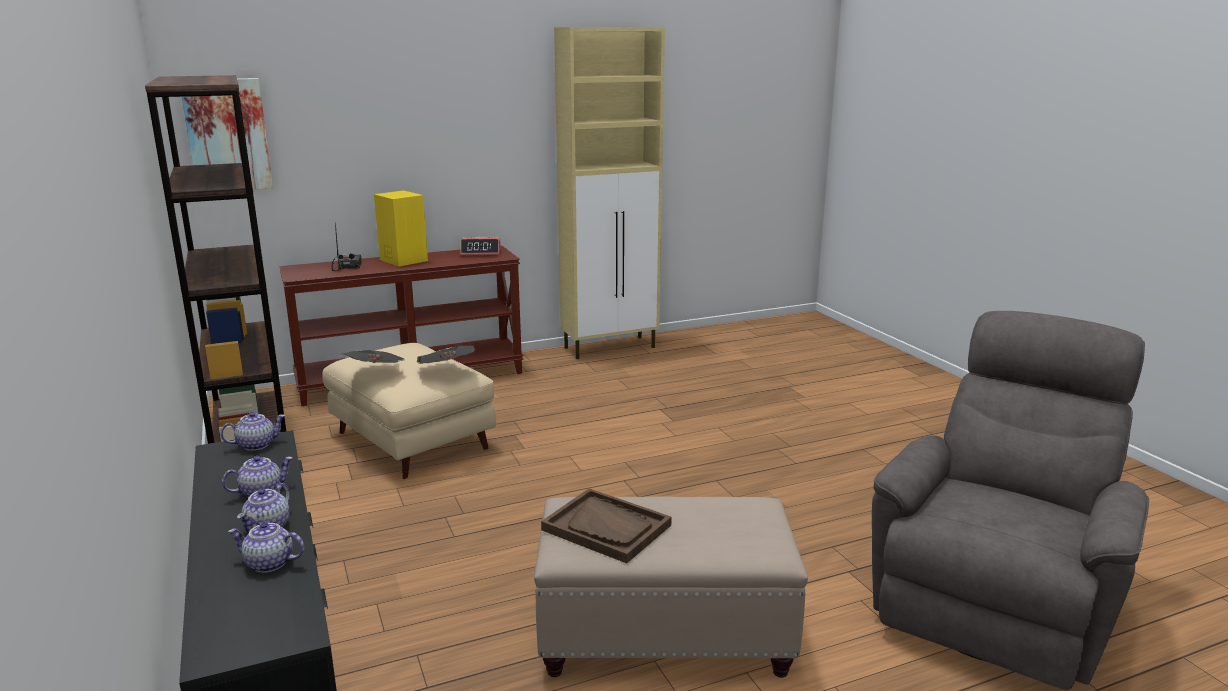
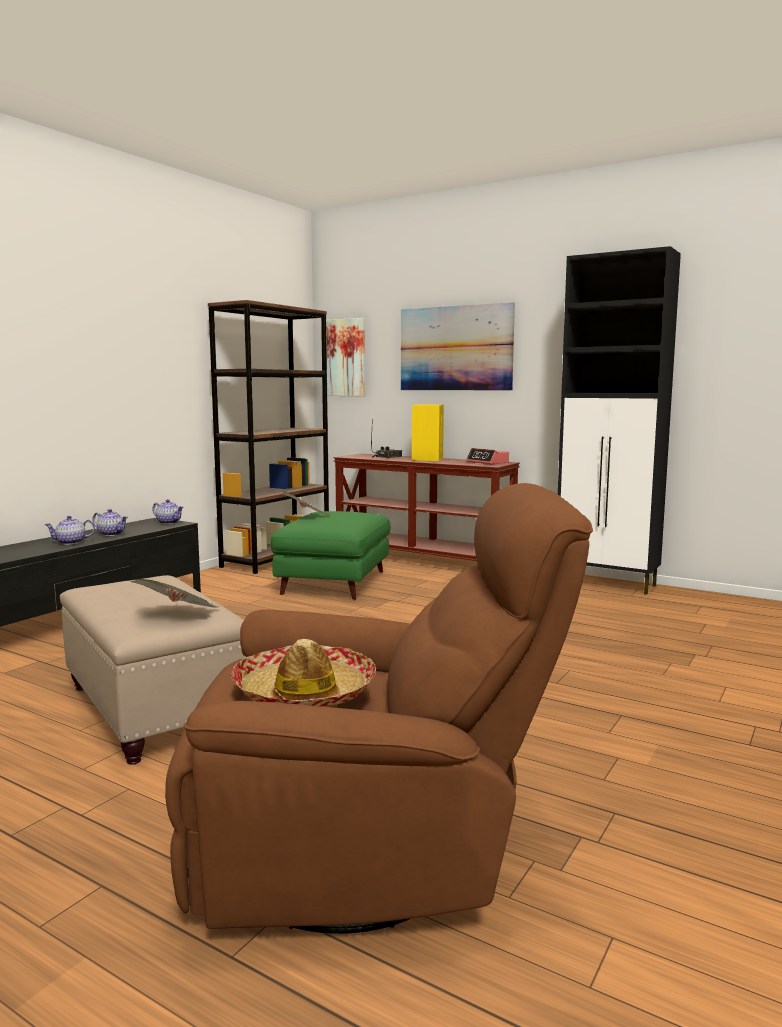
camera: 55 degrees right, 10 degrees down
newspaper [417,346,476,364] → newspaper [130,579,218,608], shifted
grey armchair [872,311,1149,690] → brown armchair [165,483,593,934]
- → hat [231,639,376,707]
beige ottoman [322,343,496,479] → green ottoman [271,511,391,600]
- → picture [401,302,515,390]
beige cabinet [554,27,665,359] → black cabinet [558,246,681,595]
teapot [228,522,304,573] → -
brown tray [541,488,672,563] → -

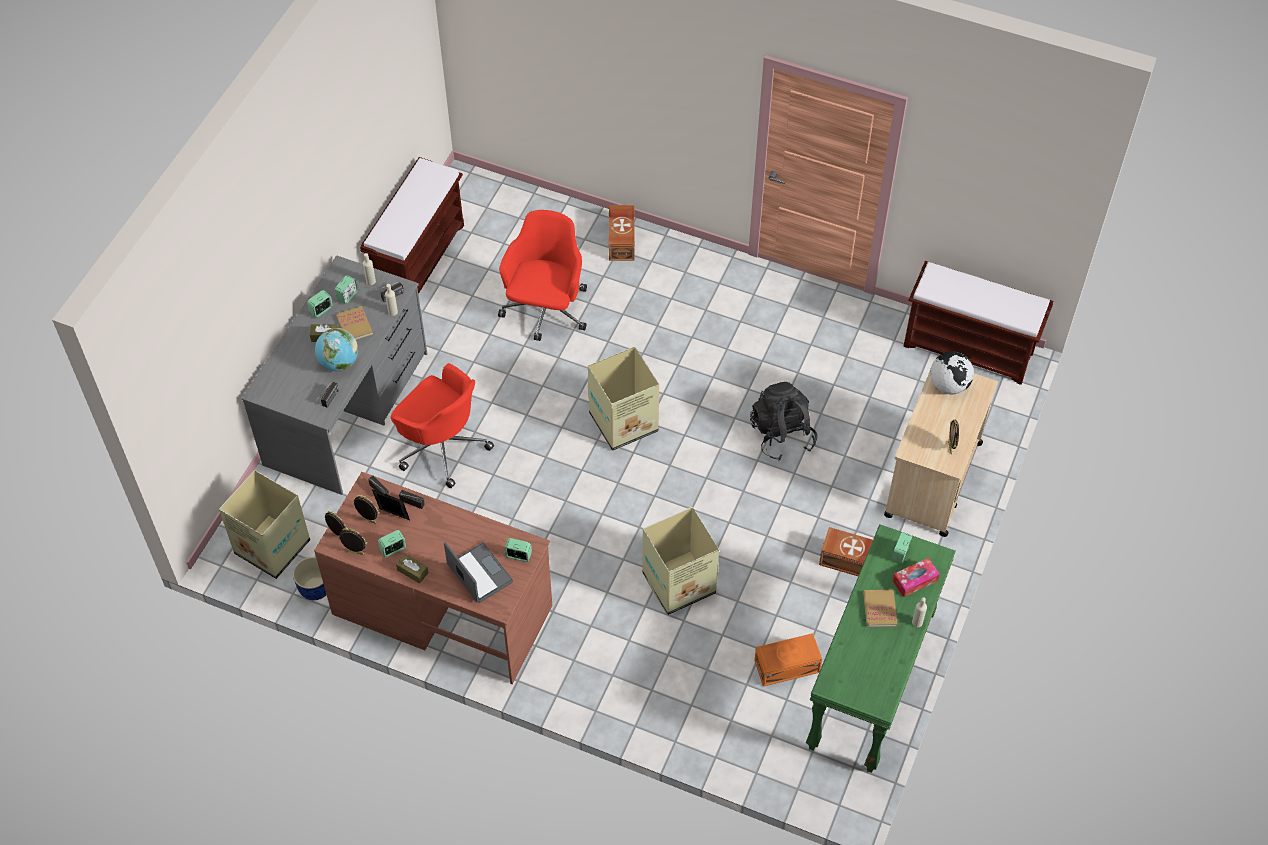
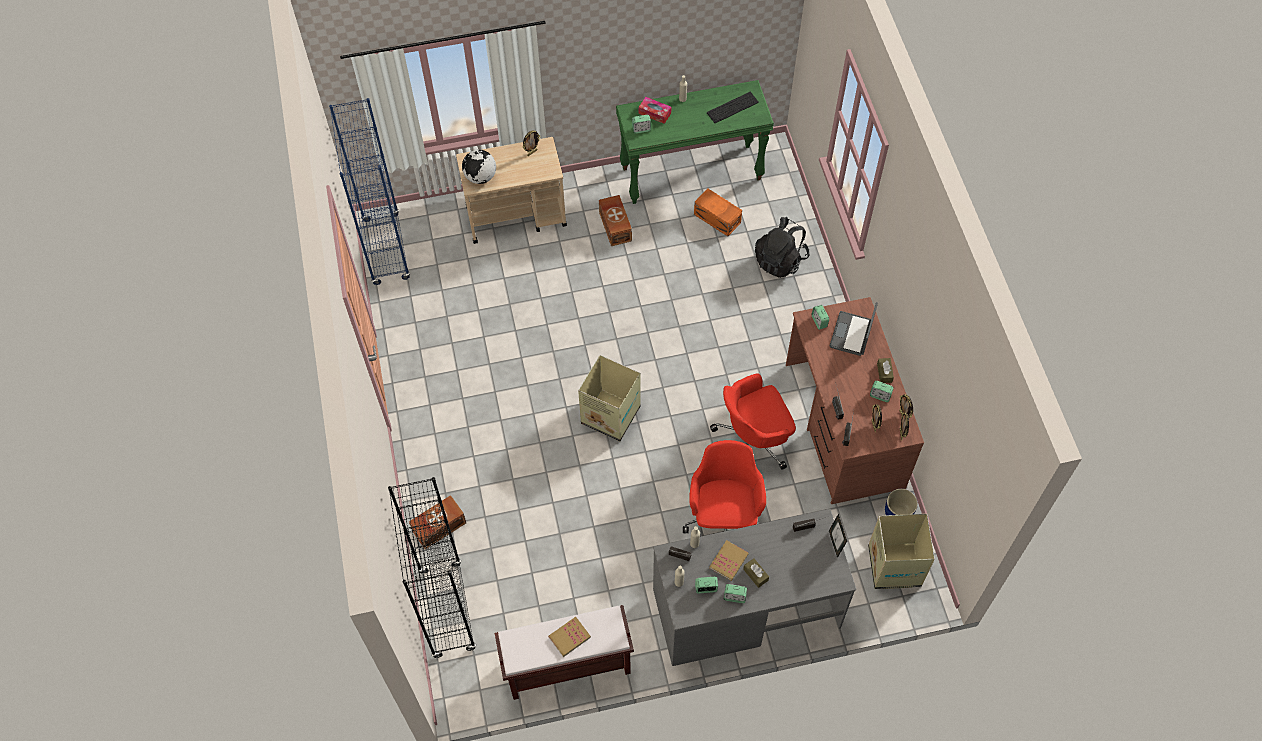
camera: 125 degrees left, 5 degrees up
brown bench [903,261,1053,385] → blue bookcase [329,98,410,285]
- → black bookcase [388,477,476,659]
book [863,590,898,627] → book [548,617,591,657], shifted
- → keyboard [707,92,759,123]
red office chair [498,210,587,341] → red office chair [710,373,796,470], shifted
black backpack [750,382,817,460] → black backpack [755,217,810,278], shifted
picture frame [372,489,410,520] → picture frame [829,514,847,558], shifted
globe [315,328,358,371] → -
cardboard box [642,507,719,615] → -

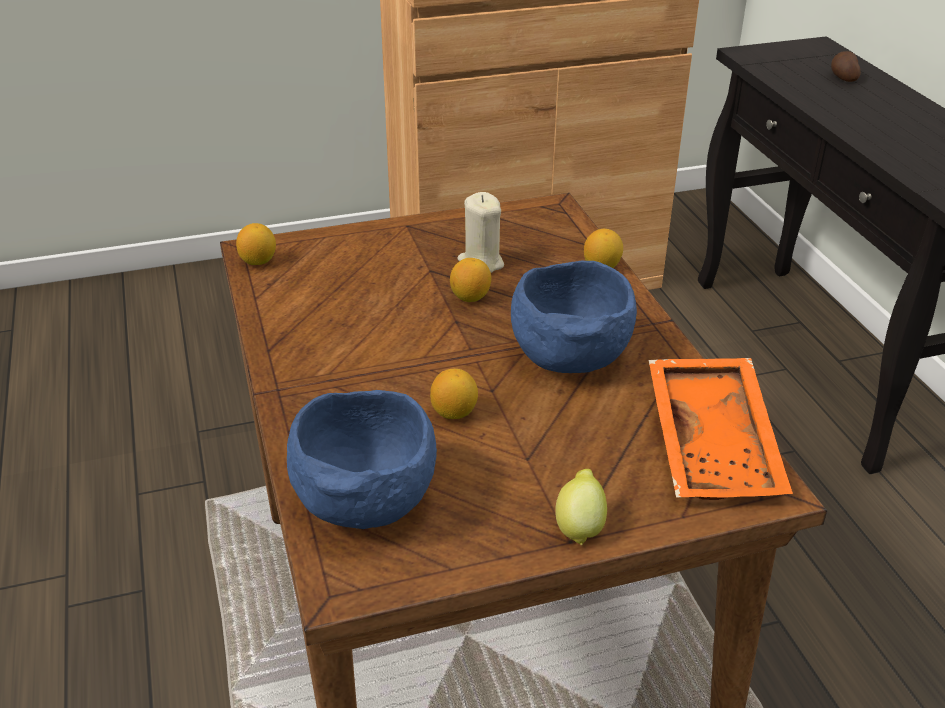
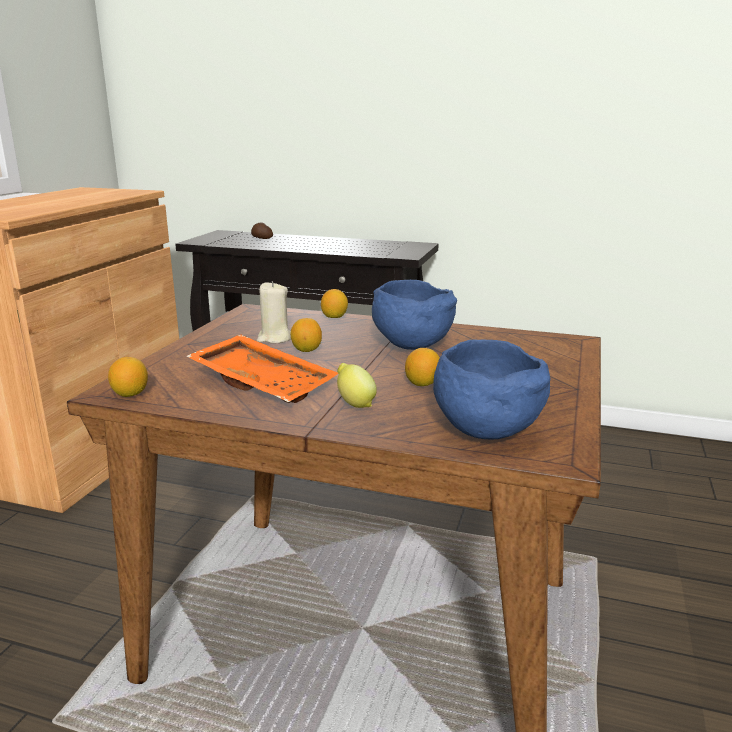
camera: 55 degrees left, 15 degrees down
orange tray [649,358,793,500] → orange tray [186,334,338,403], shifted
lemon [555,469,607,545] → lemon [337,363,377,408], shifted

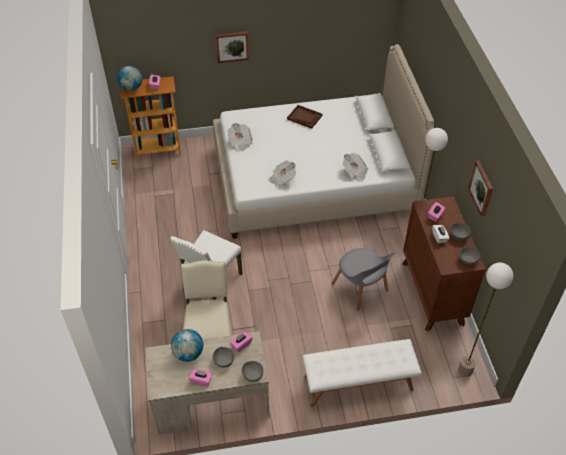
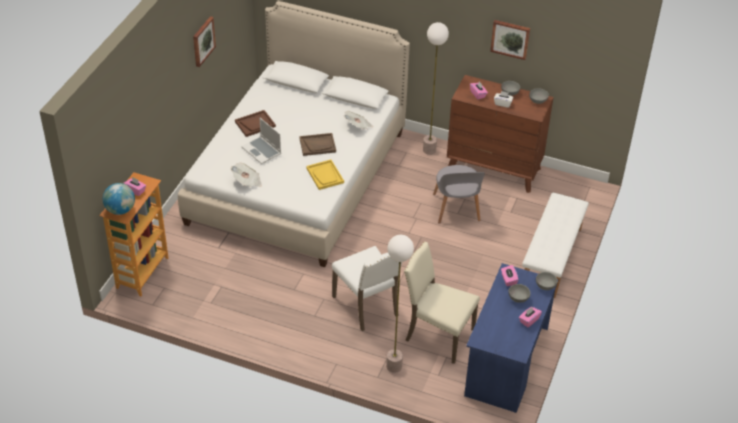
camera: 60 degrees left, 5 degrees down
picture [216,32,249,63] → picture [193,16,216,67], shifted
- → laptop [241,118,281,164]
- → brown tray [299,133,336,156]
newspaper [268,161,296,187] → yellow tray [306,160,344,190]
floor lamp [458,263,513,377] → floor lamp [386,235,414,373], shifted
grey chair [332,248,395,311] → grey chair [433,165,485,224], 90 degrees clockwise
beige desk [145,331,269,435] → blue desk [464,263,559,413]
globe [171,329,203,362] → -

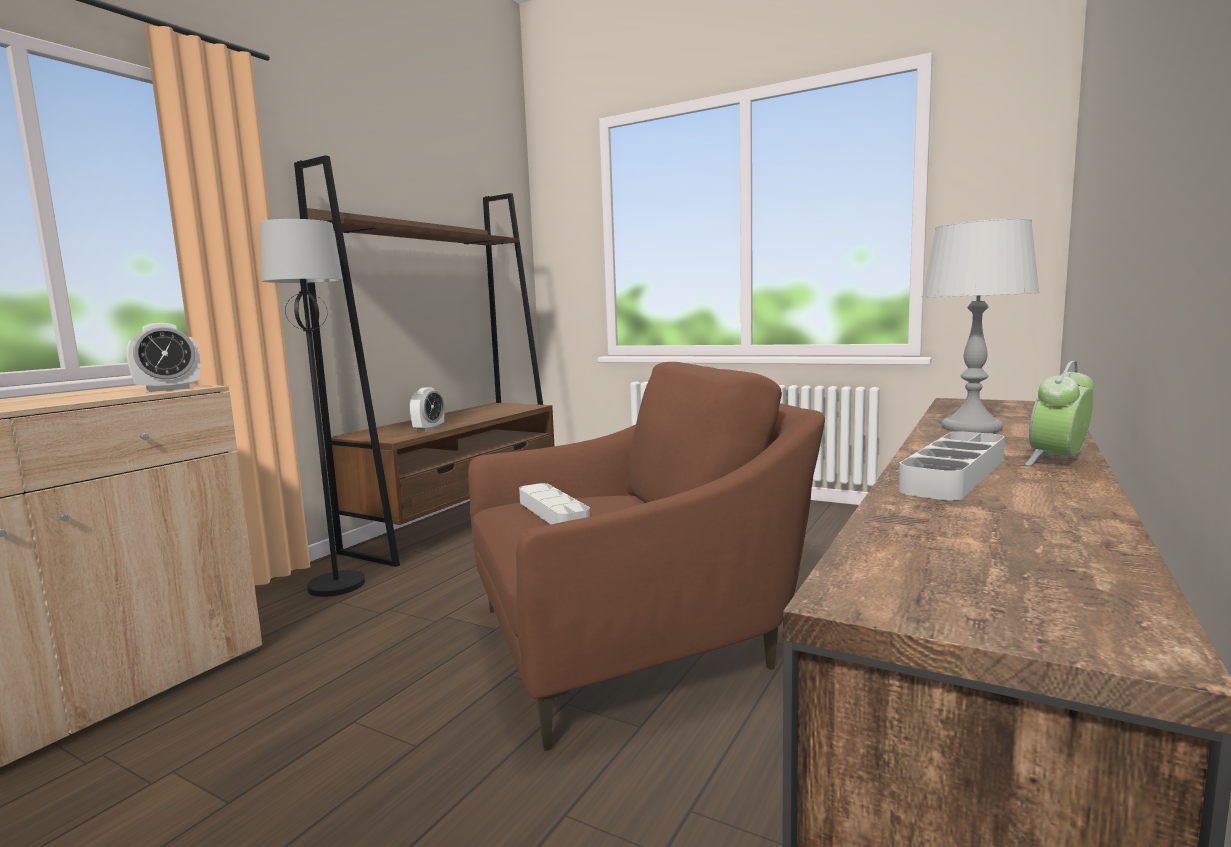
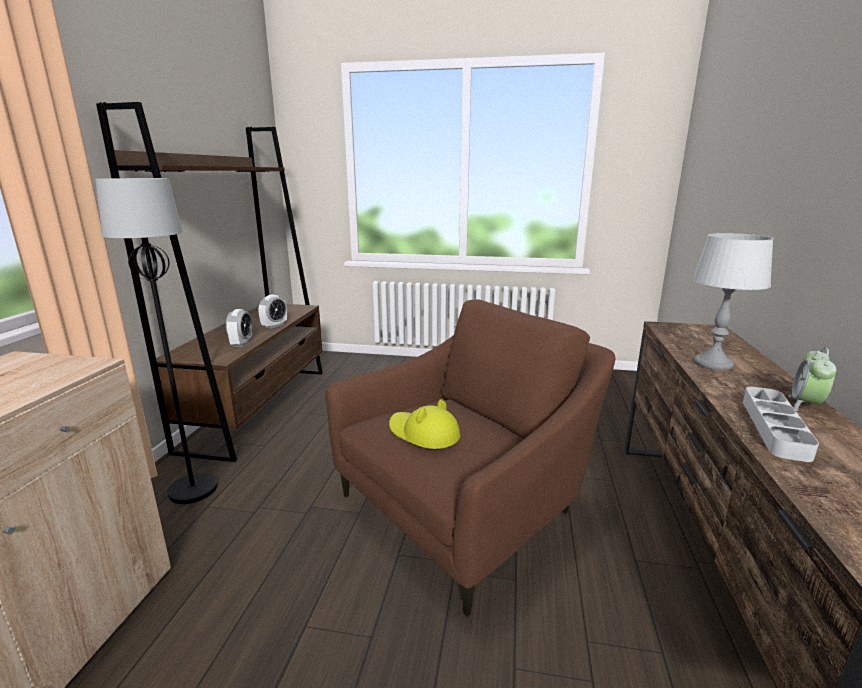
camera: 20 degrees left, 10 degrees up
alarm clock [126,323,200,392] → alarm clock [258,294,287,329], shifted
grey tray [519,483,590,524] → yellow hat [389,399,460,449]

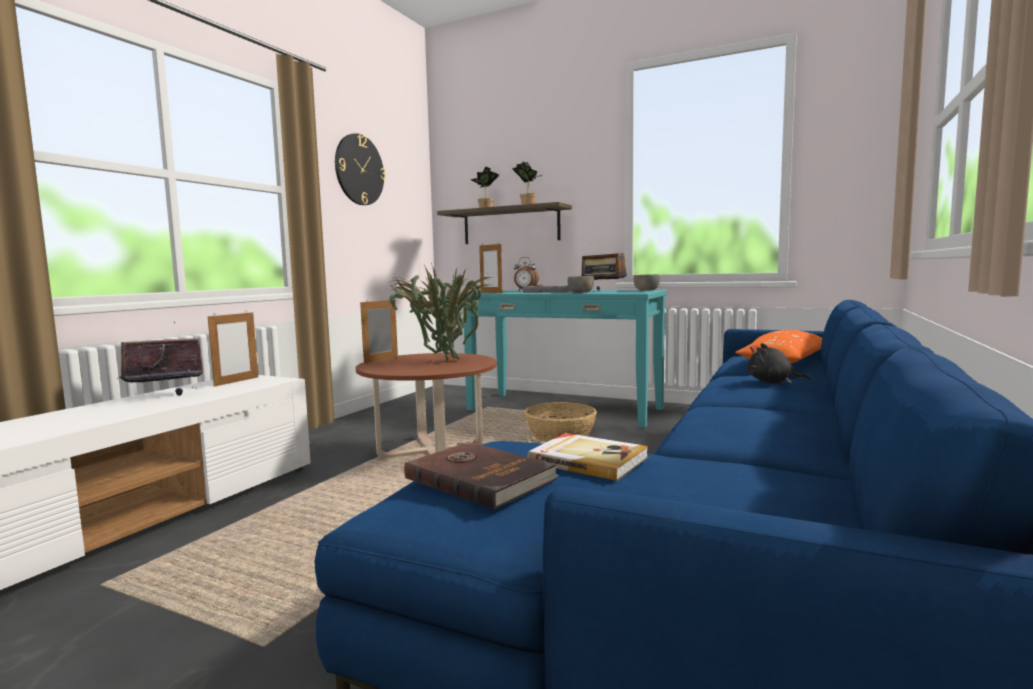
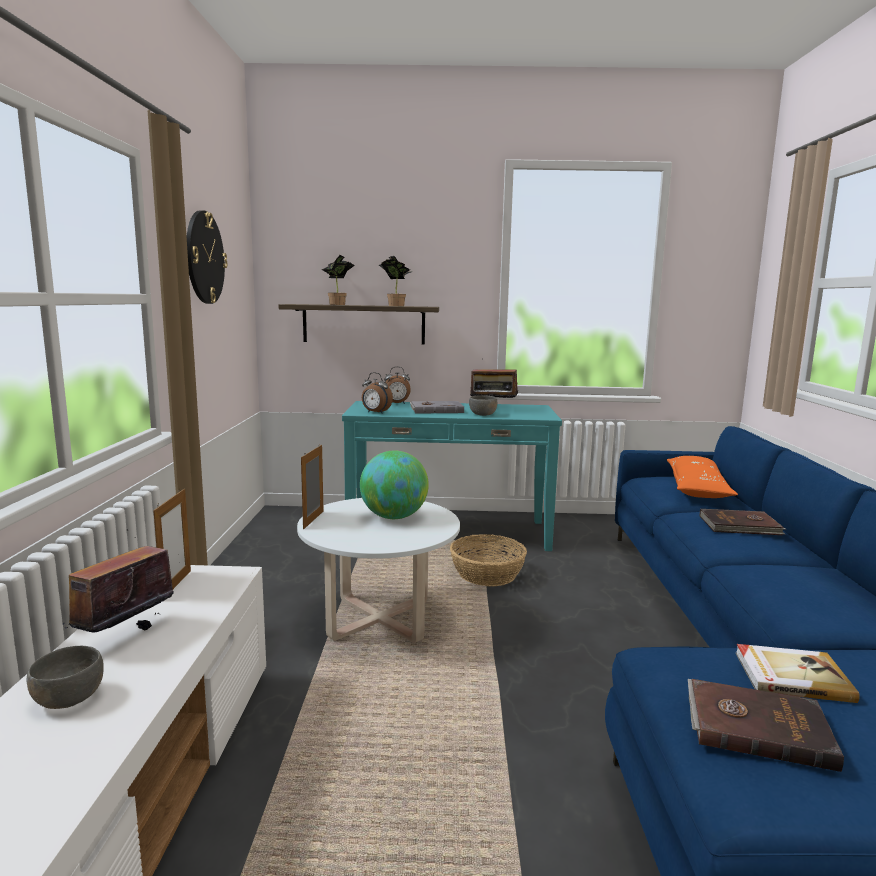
camera: 25 degrees left, 5 degrees up
grey bowl [634,274,660,291] → grey bowl [26,646,104,709], shifted
brown coffee table [356,353,497,459] → white coffee table [297,498,460,643]
potted plant [388,263,493,362] → globe [360,451,429,519]
picture frame [479,244,502,293] → alarm clock [362,372,393,414]
black plush toy [747,343,812,383] → brown book [700,509,786,535]

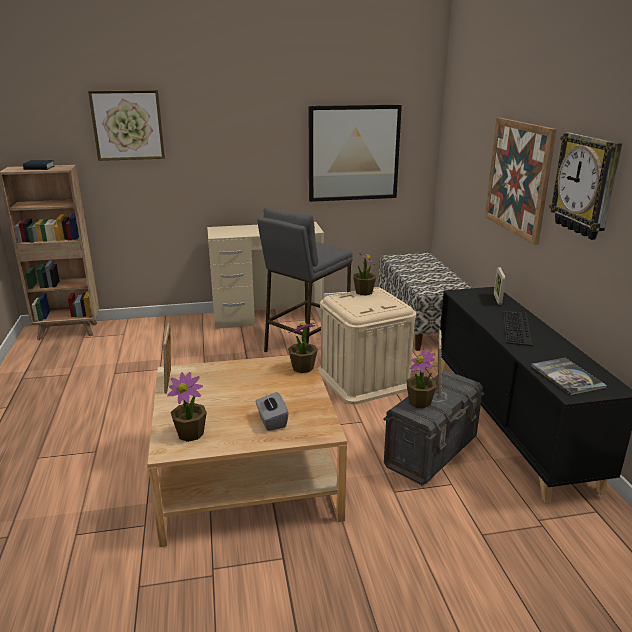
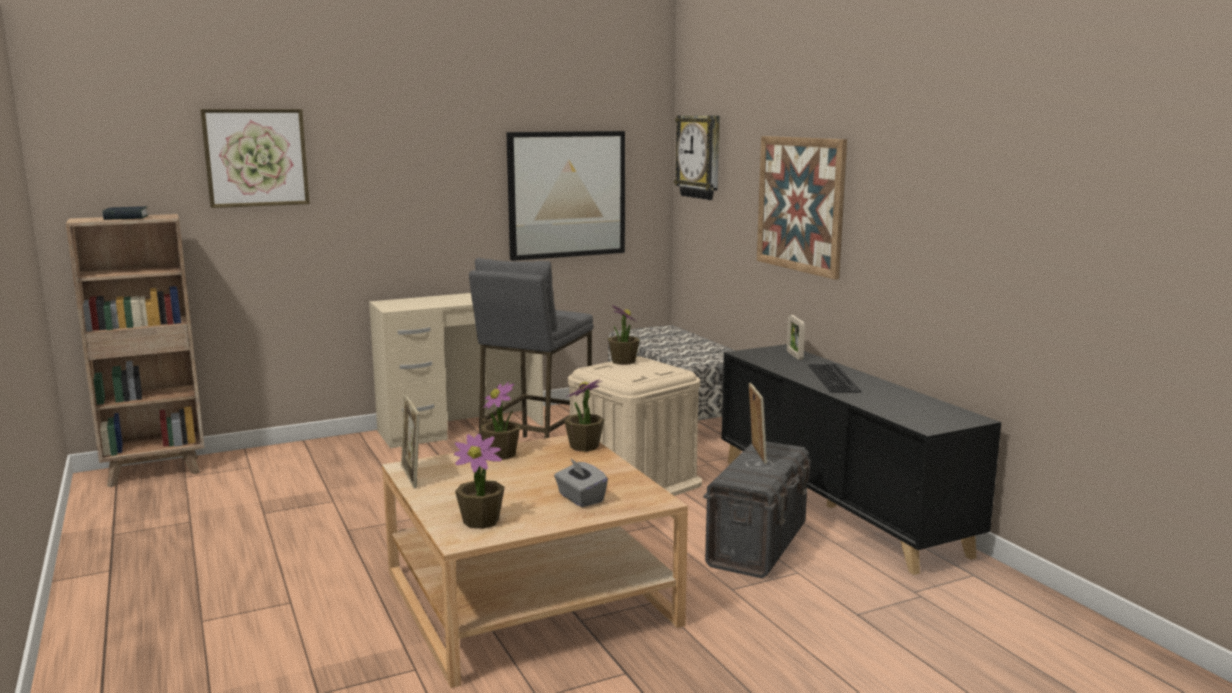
camera: 15 degrees left, 10 degrees down
potted plant [406,350,436,408] → potted plant [481,381,520,459], shifted
wall clock [549,133,622,240] → wall clock [674,115,720,200], shifted
book [531,357,607,396] → -

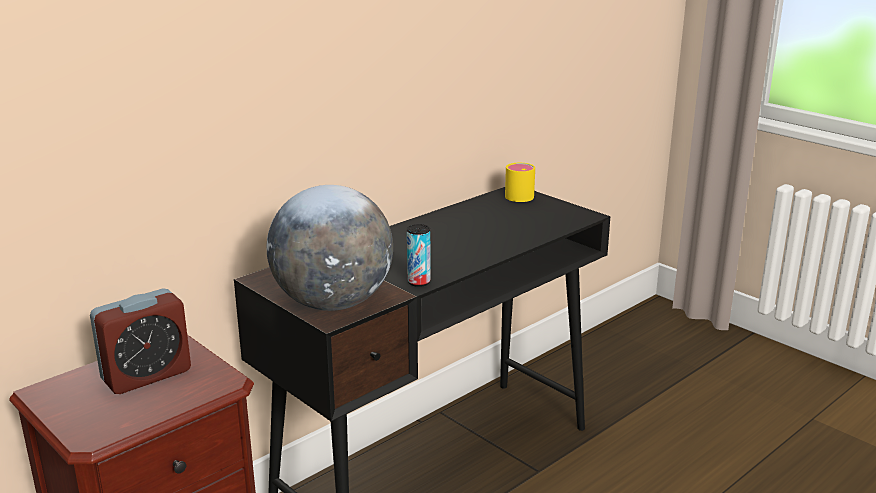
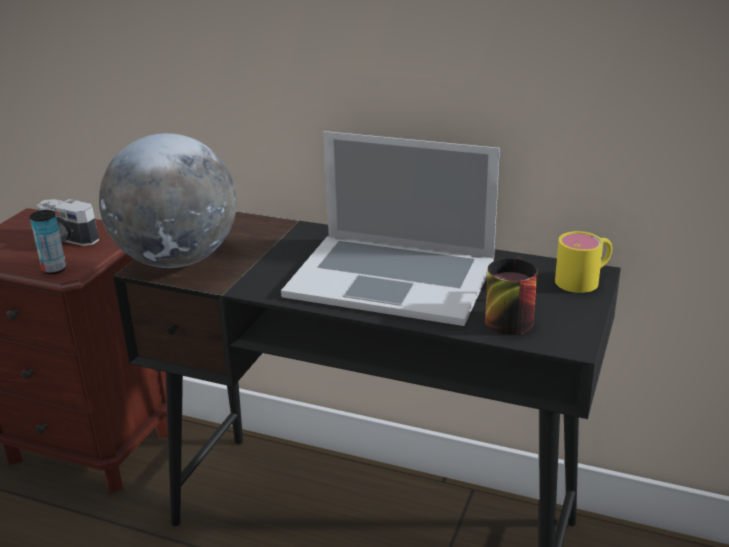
camera: 65 degrees right, 5 degrees up
can [407,224,431,287] → can [30,210,66,274], shifted
alarm clock [90,289,191,394] → photo camera [37,199,99,246]
- → laptop [281,131,500,326]
- → mug [485,256,538,335]

